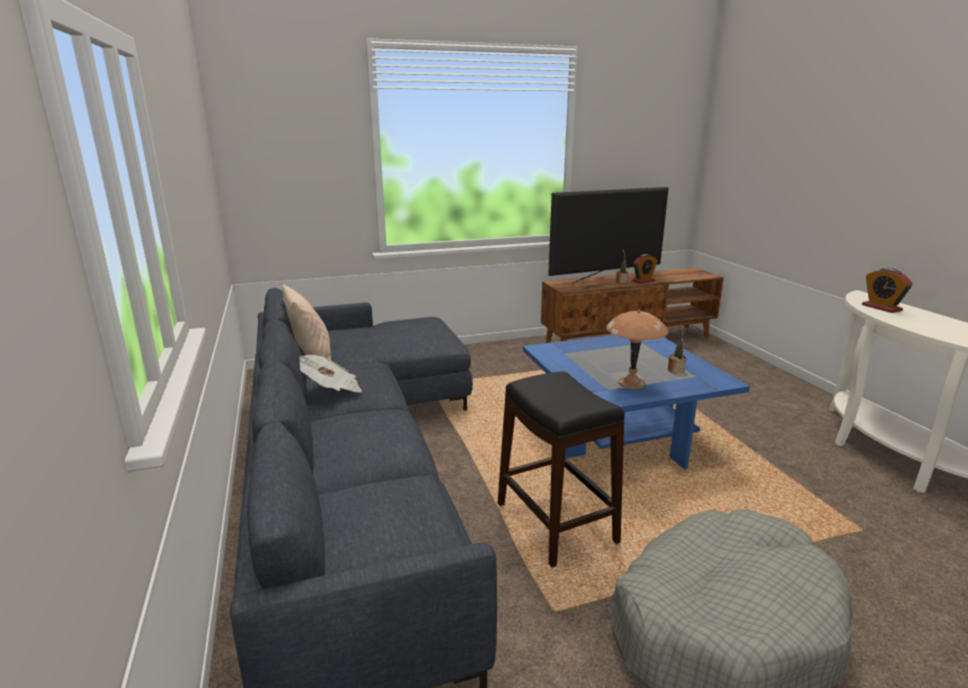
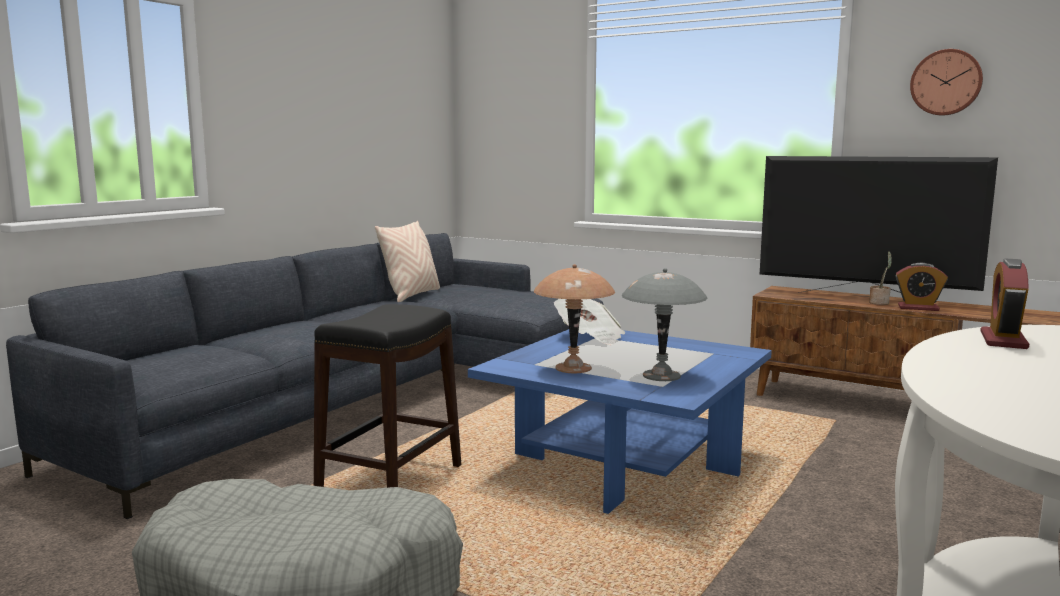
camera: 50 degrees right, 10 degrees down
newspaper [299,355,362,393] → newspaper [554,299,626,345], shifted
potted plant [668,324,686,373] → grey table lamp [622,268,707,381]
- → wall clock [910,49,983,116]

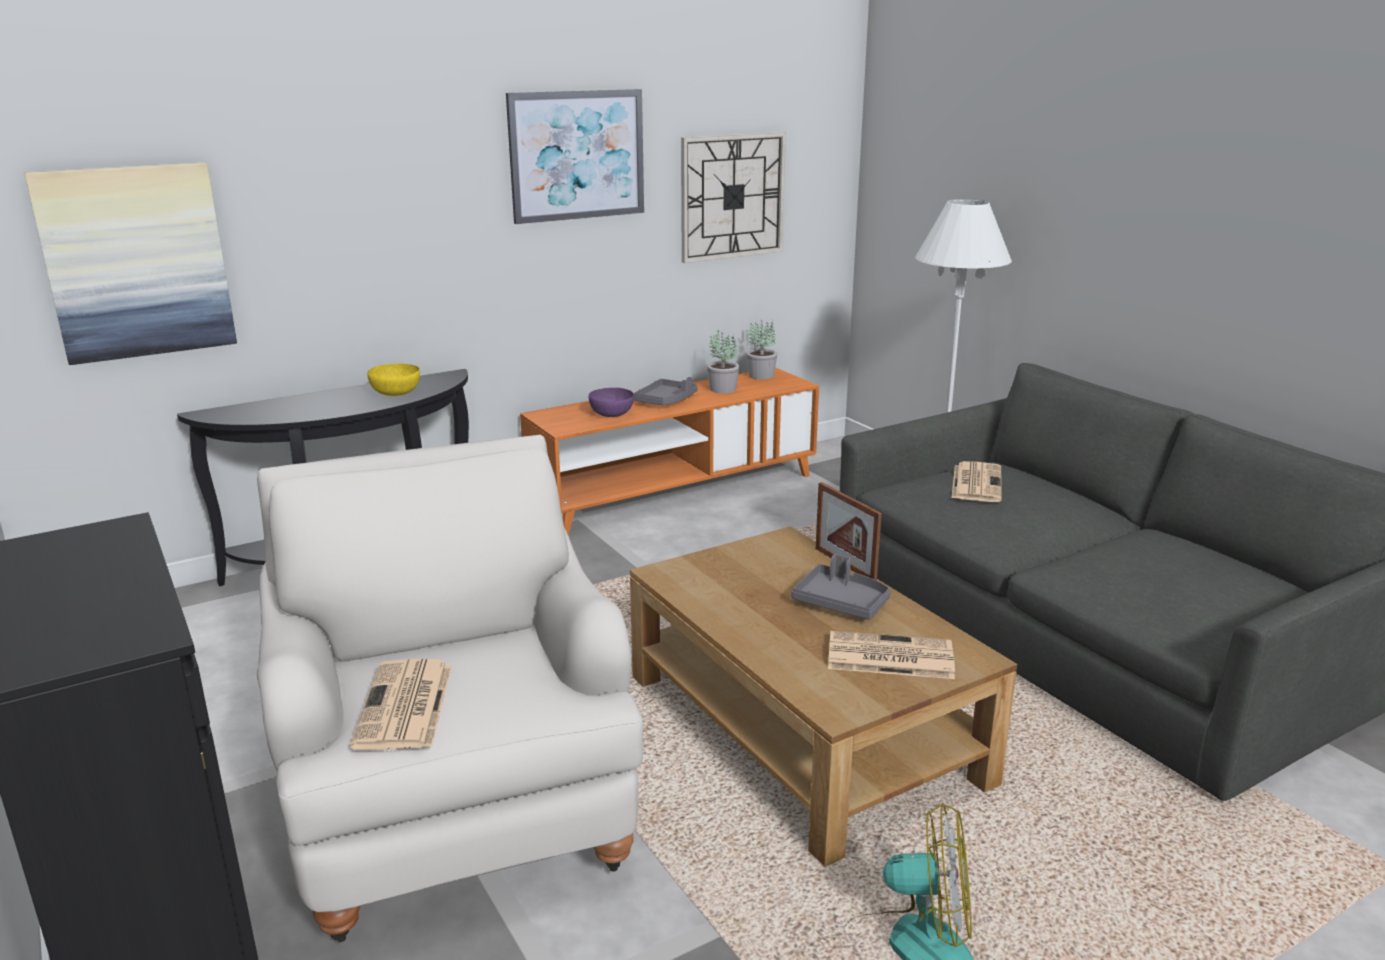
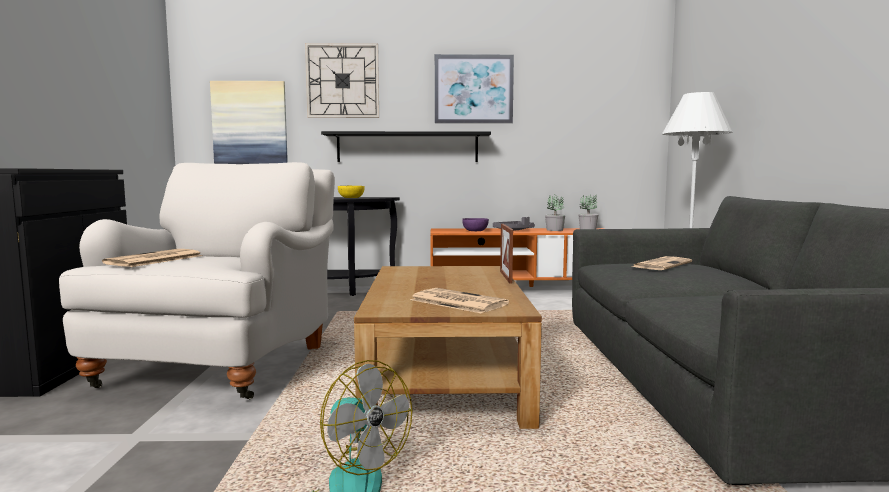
camera: 30 degrees right, 15 degrees down
wall clock [681,132,786,263] → wall clock [305,43,379,118], shifted
- → black shelf [321,131,491,162]
grey tray [792,554,891,620] → -

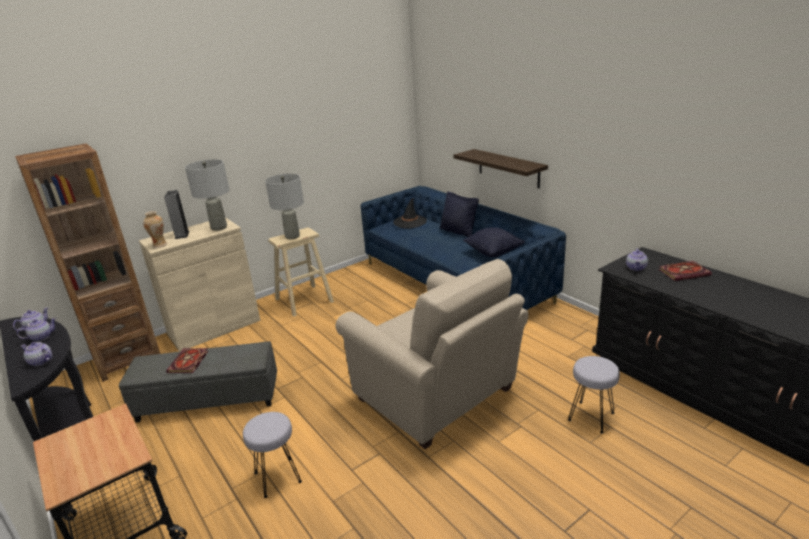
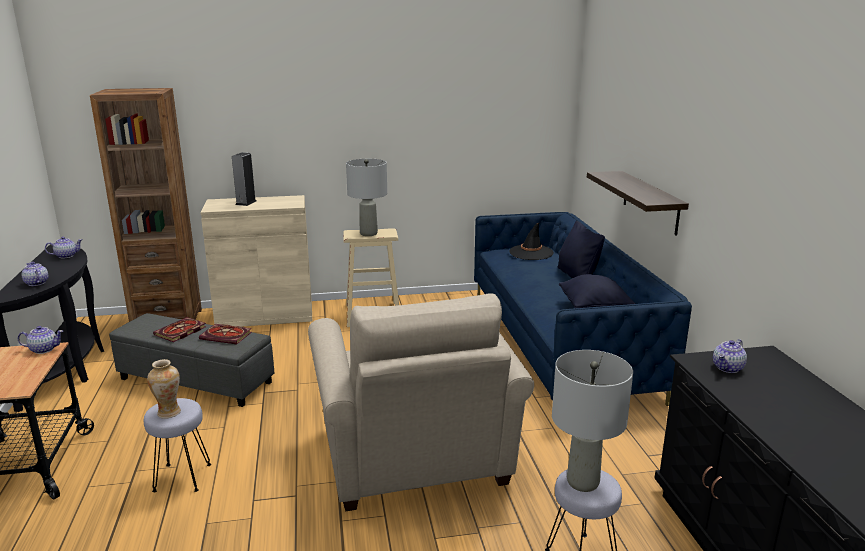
camera: 25 degrees right, 5 degrees down
teapot [17,318,56,341] → teapot [18,326,63,354], shifted
vase [143,211,167,248] → vase [147,359,181,419], shifted
book [659,261,712,281] → book [199,324,252,344], shifted
grey table lamp [185,159,230,231] → grey table lamp [552,350,633,492], shifted

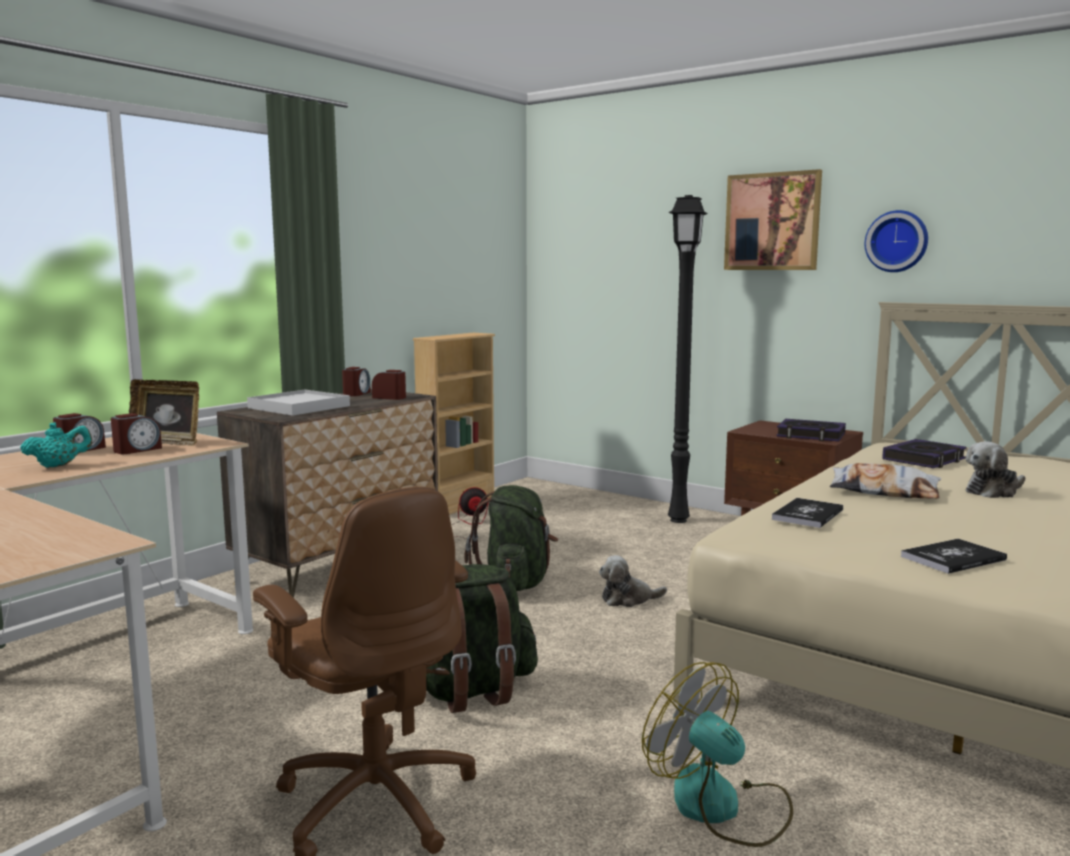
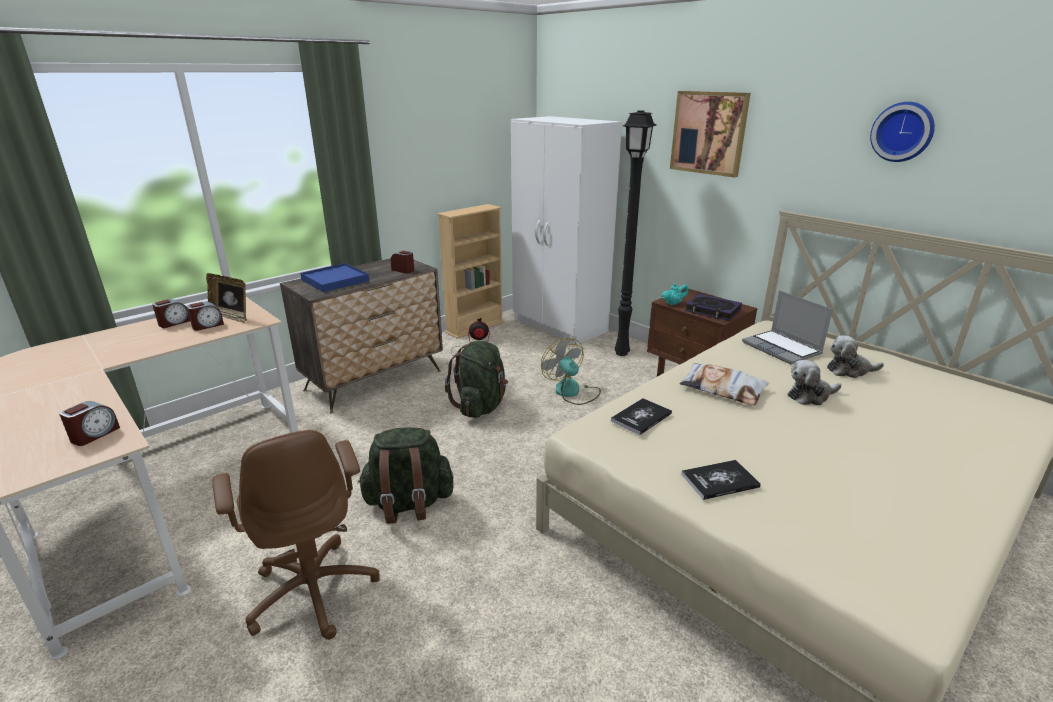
camera: 10 degrees right, 15 degrees up
alarm clock [342,367,371,396] → alarm clock [59,401,120,446], shifted
white tray [247,390,350,416] → blue tray [300,263,369,292]
- → white wardrobe [511,116,622,345]
fan [642,662,793,847] → fan [541,338,601,405], shifted
turquoise teapot [20,422,92,468] → turquoise teapot [661,283,689,305], shifted
book [882,439,967,468] → laptop [742,290,833,365]
plush toy [599,555,667,607] → plush toy [827,335,884,378], shifted
wall clock [865,210,928,272] → wall clock [870,102,935,162], shifted

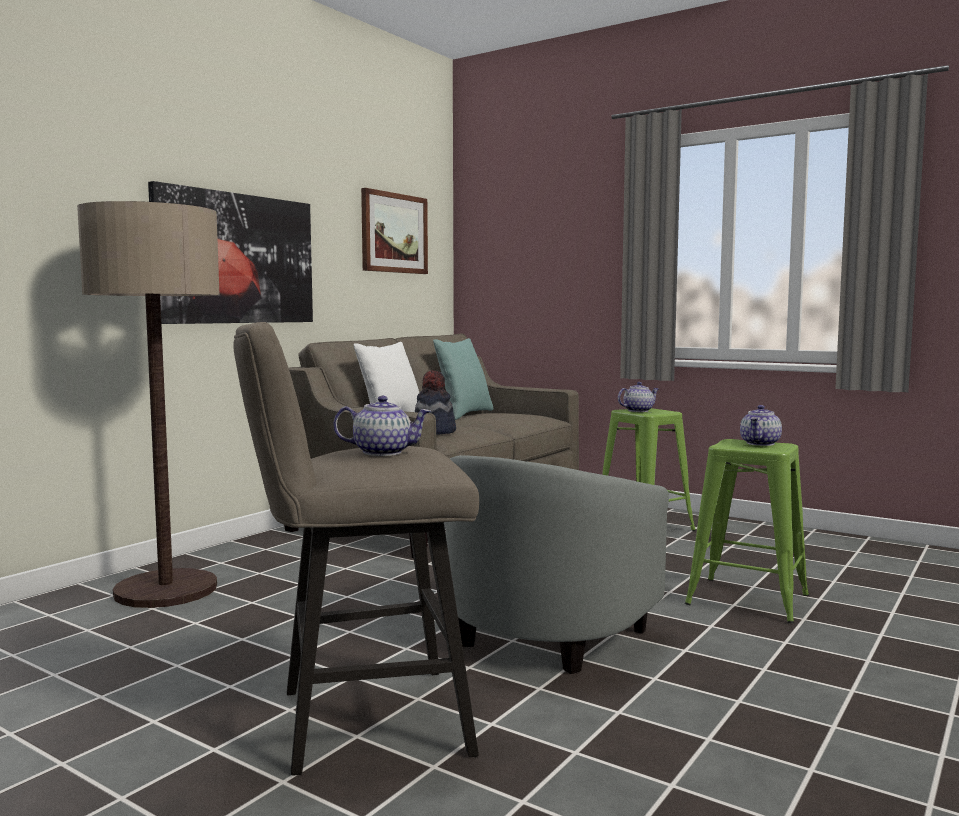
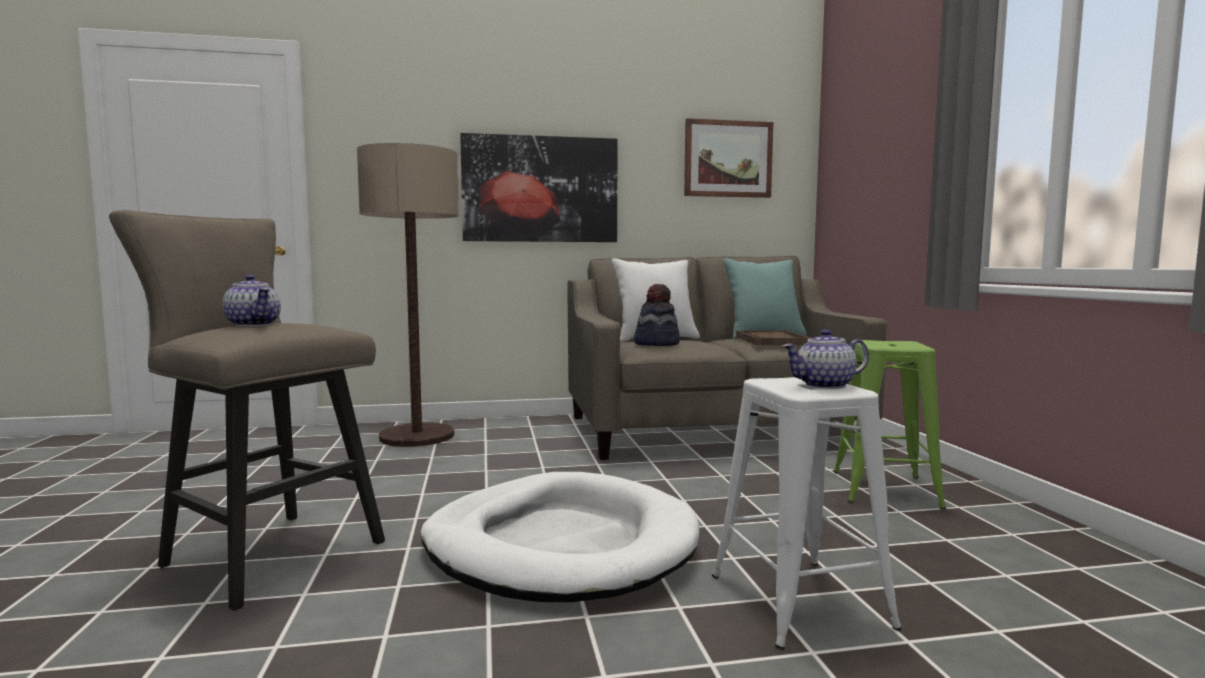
camera: 45 degrees right, 0 degrees up
grey armchair [445,455,669,674] → white dog bed [421,472,699,602]
green stool [685,439,809,623] → white stool [712,377,902,650]
- → brown tray [736,330,811,345]
teapot [618,382,659,412] → -

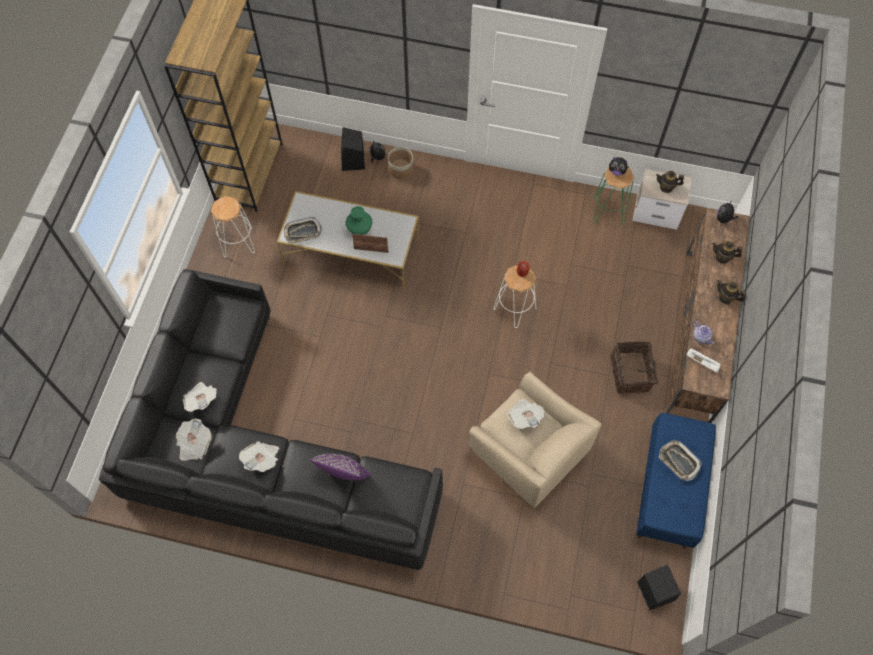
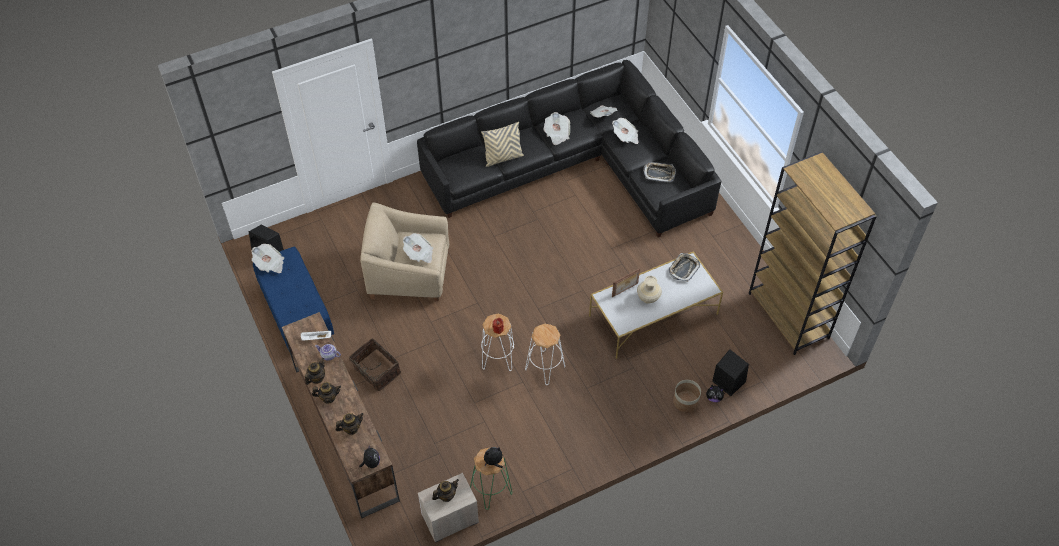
camera: 140 degrees right, 10 degrees down
- → newspaper [252,244,284,273]
- → teapot [305,358,325,385]
purple pillow [309,454,371,480] → beige pillow [481,122,524,167]
white stool [211,196,255,258] → white stool [525,324,565,385], shifted
green vase [346,206,372,235] → beige vase [637,276,662,304]
tray [659,440,702,481] → tray [643,162,676,183], shifted

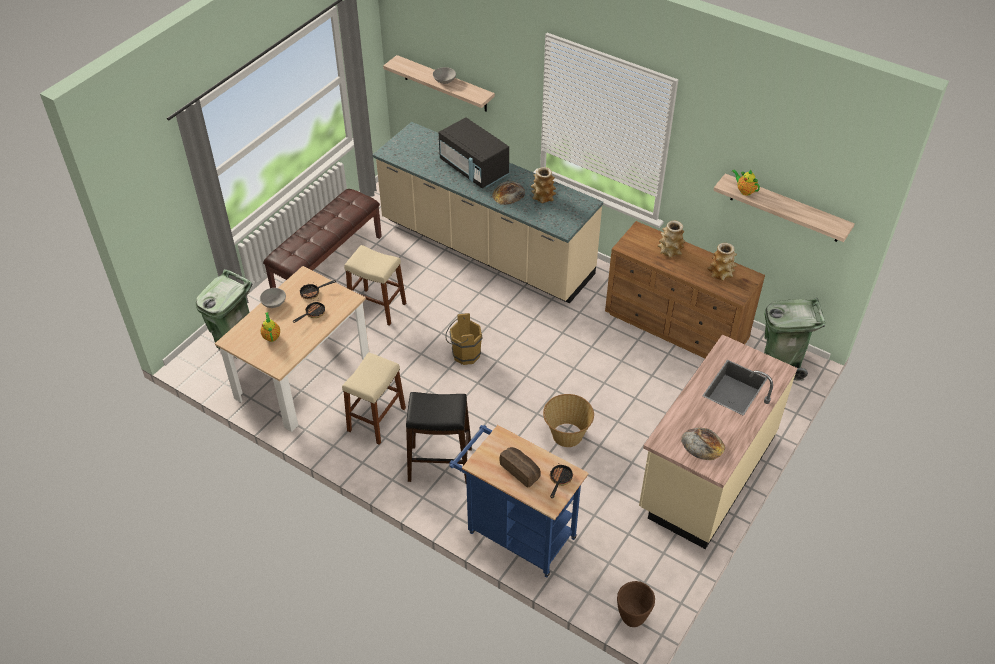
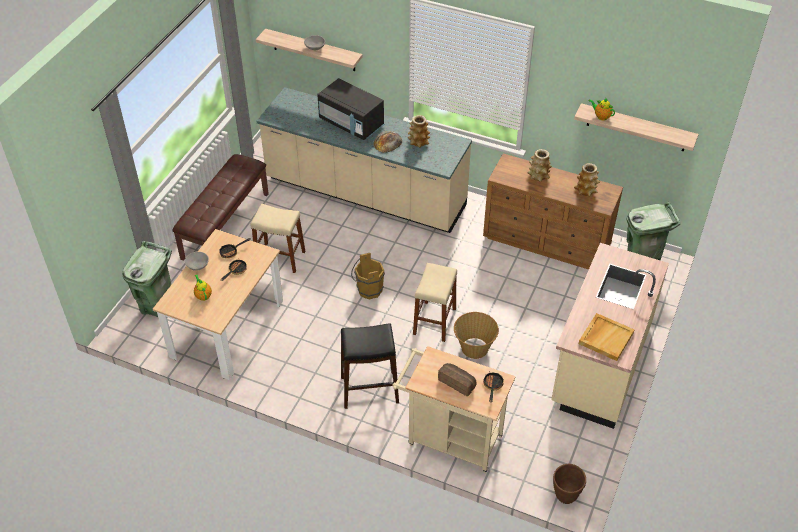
camera: 10 degrees left, 0 degrees up
blue cart [449,425,589,577] → beige cart [392,346,516,473]
beige stool [342,352,406,445] → beige stool [413,263,457,342], shifted
bread [681,428,725,460] → beige tray [579,313,634,361]

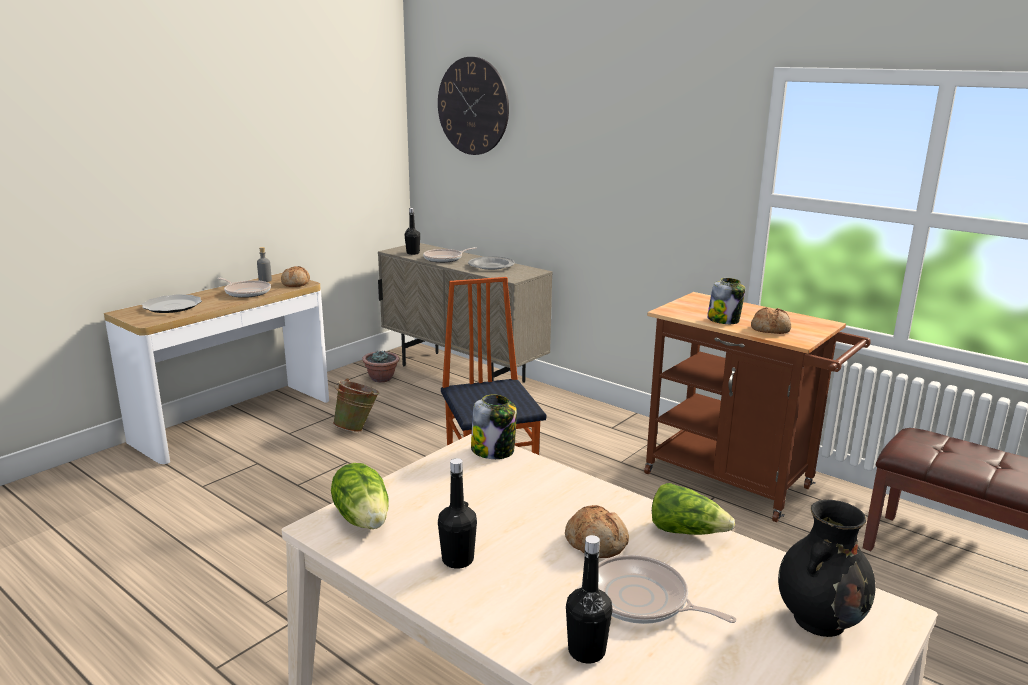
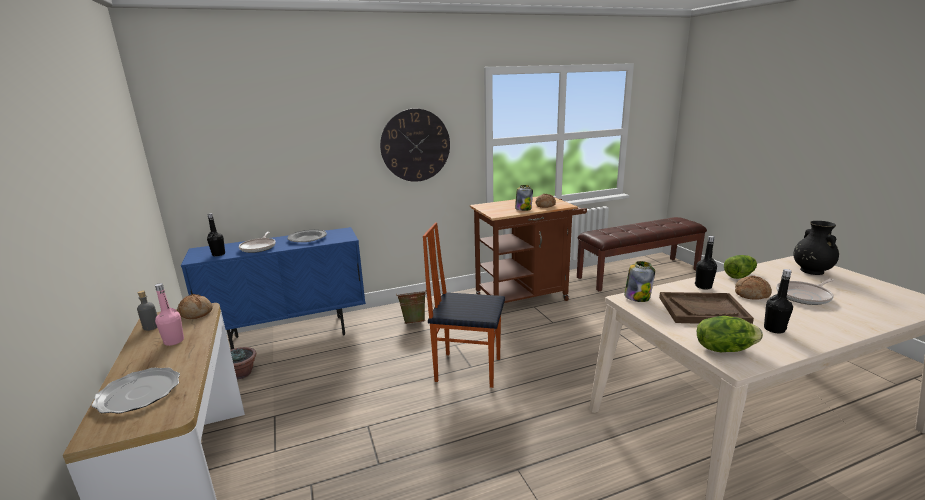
camera: 60 degrees left, 0 degrees up
frying pan [218,278,271,298] → pink bottle [155,283,184,346]
beige cabinet [378,243,553,383] → blue cabinet [181,227,366,349]
wall clock [438,57,509,155] → wall clock [380,109,450,182], shifted
green bucket [333,378,380,432] → green bucket [396,290,427,324], shifted
- → brown tray [659,292,754,324]
black bottle [566,535,612,663] → black bottle [695,236,717,290], shifted

